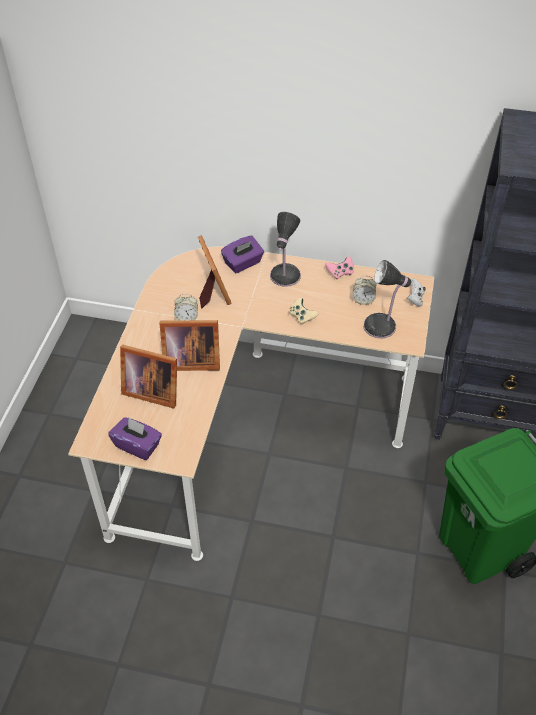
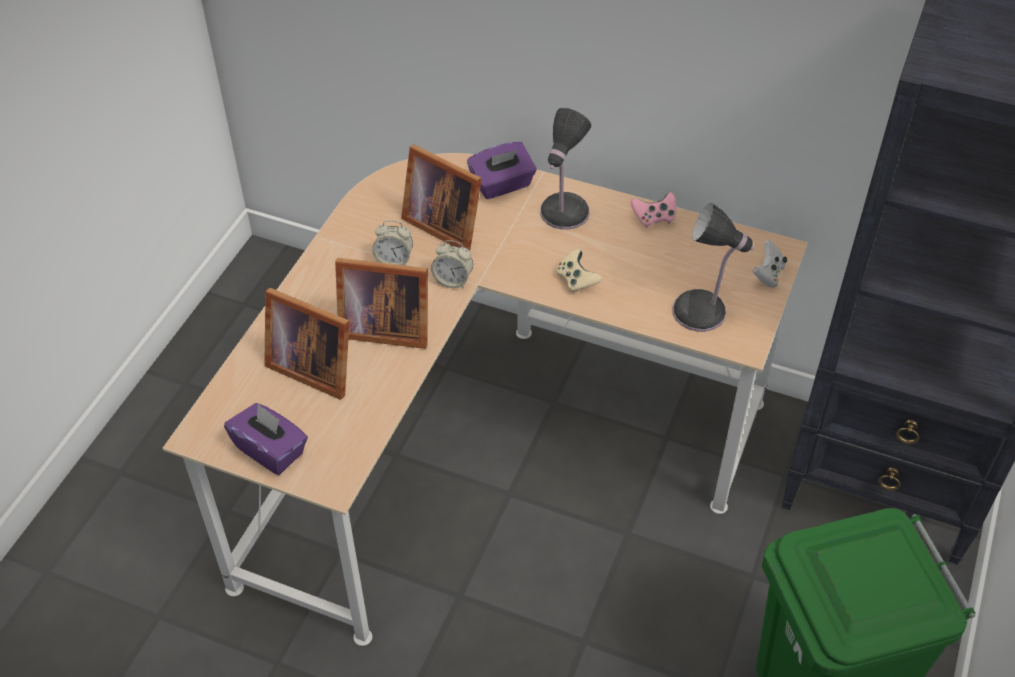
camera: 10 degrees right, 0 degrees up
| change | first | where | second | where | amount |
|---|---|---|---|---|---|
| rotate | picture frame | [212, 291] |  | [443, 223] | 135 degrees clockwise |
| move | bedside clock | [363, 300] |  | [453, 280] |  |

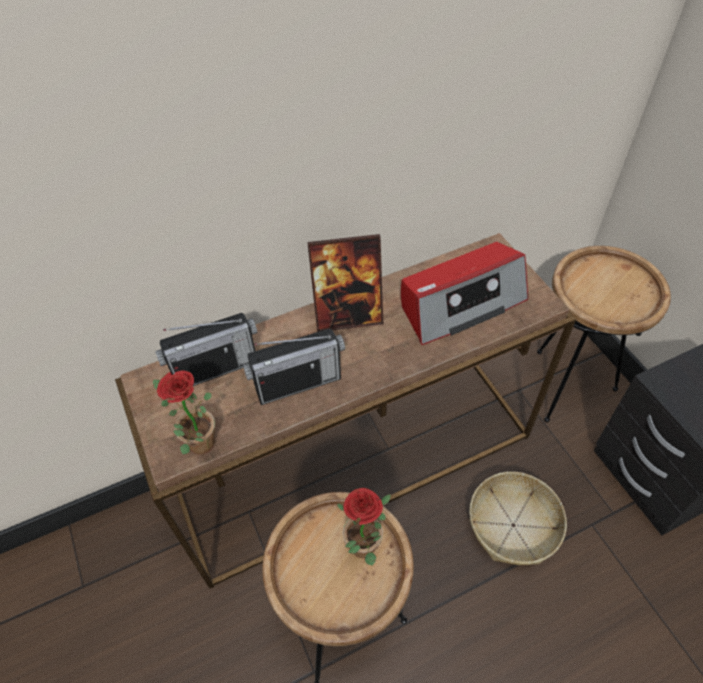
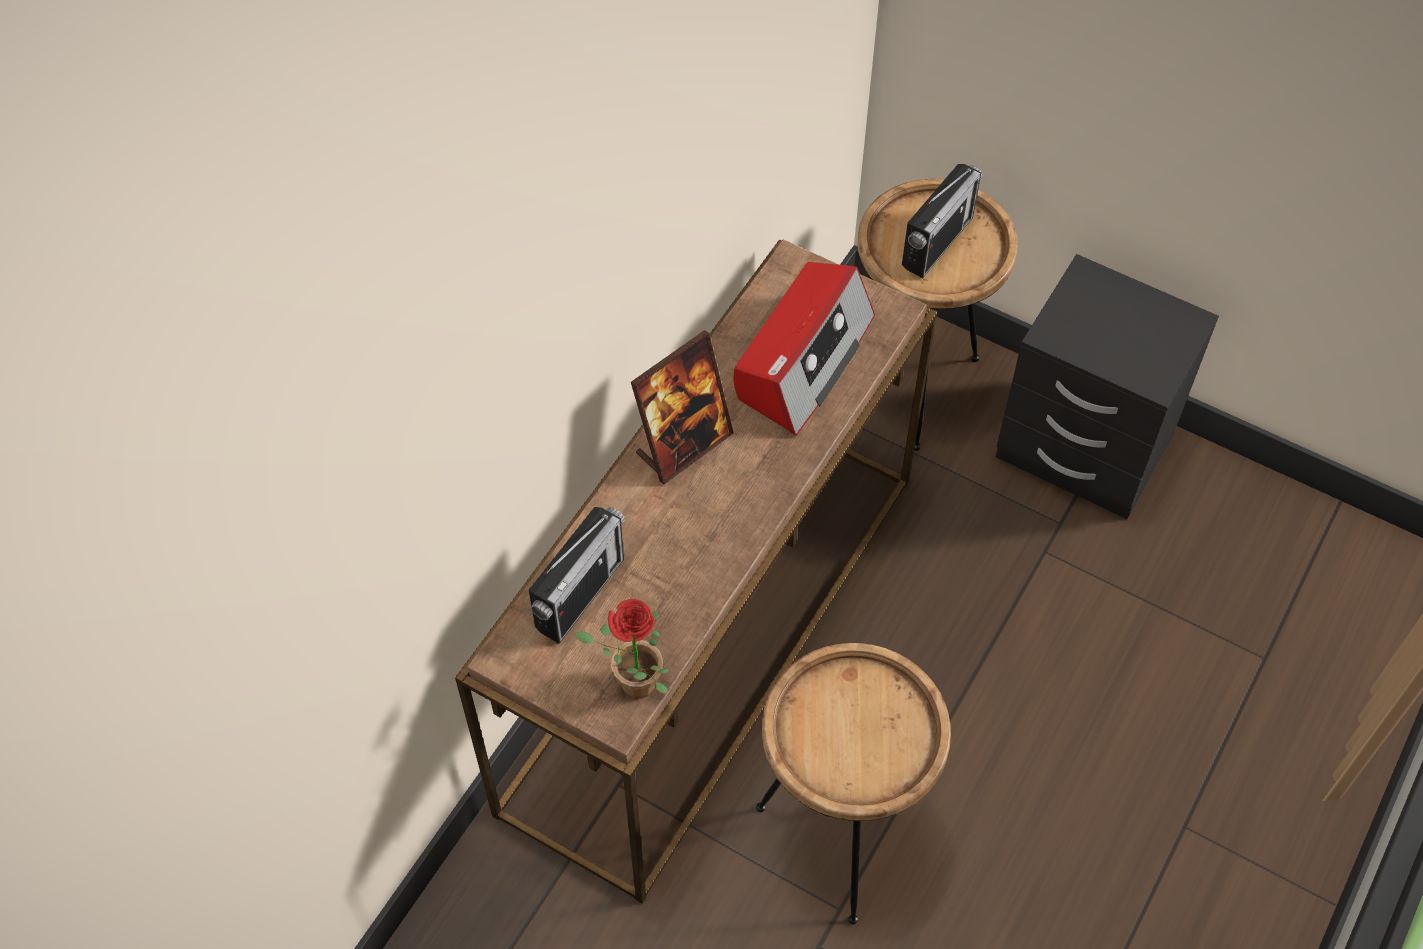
camera: 35 degrees left, 5 degrees up
| change | first | where | second | where | amount |
|---|---|---|---|---|---|
| move | radio receiver | [298, 383] |  | [937, 242] |  |
| delete | potted plant | [366, 550] |  |  |  |
| delete | household basket | [512, 525] |  |  |  |

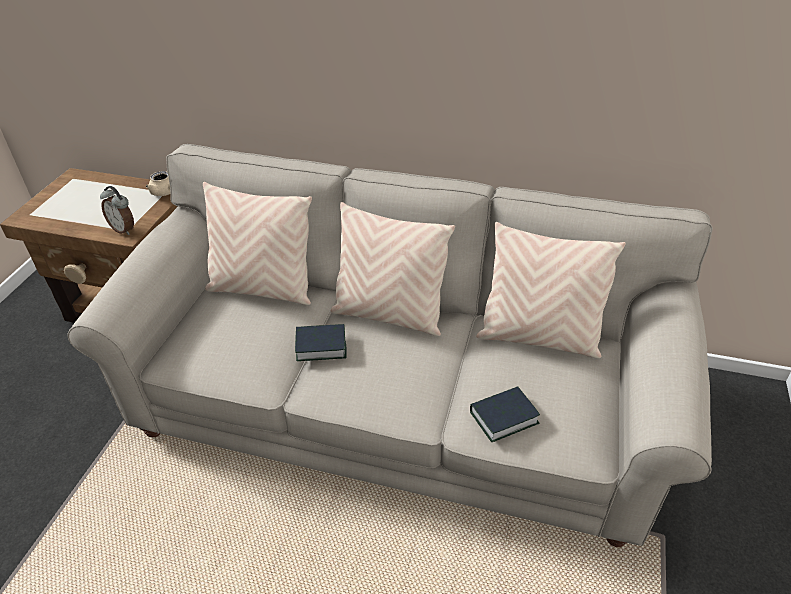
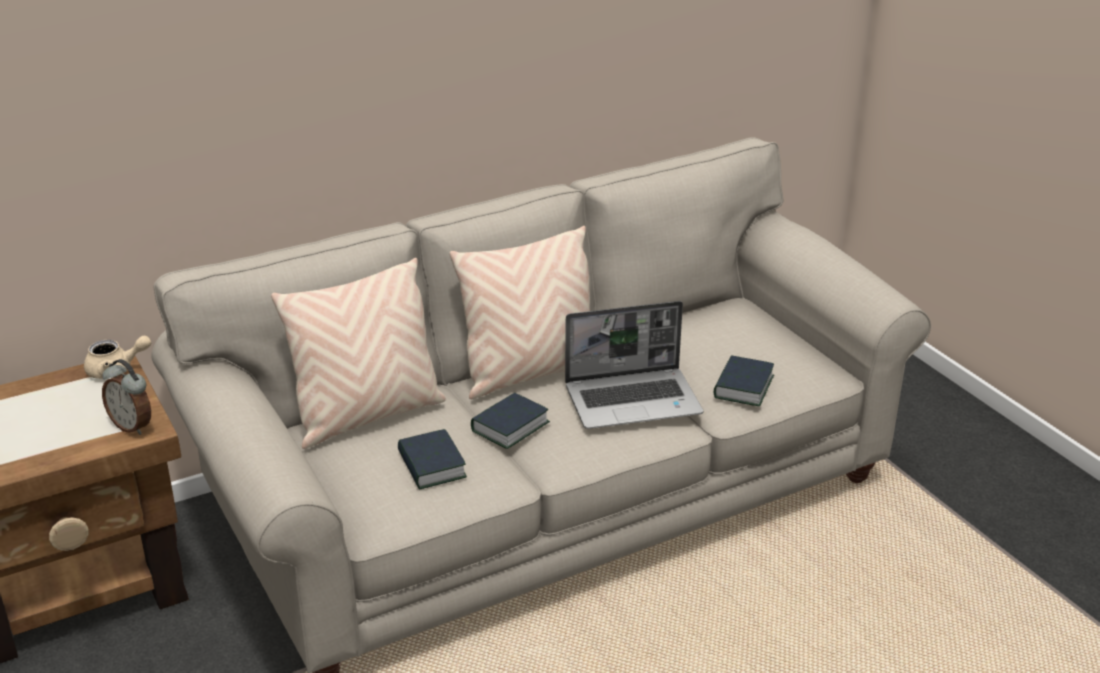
camera: 45 degrees left, 10 degrees down
| change | first | where | second | where | amount |
|---|---|---|---|---|---|
| rotate | bedside clock | [124, 229] |  | [132, 426] | 45 degrees clockwise |
| insert |  |  | volume | [431, 466] |  |
| insert |  |  | notebook computer | [634, 400] |  |
| delete | throw pillow/beige | [538, 338] |  |  |  |

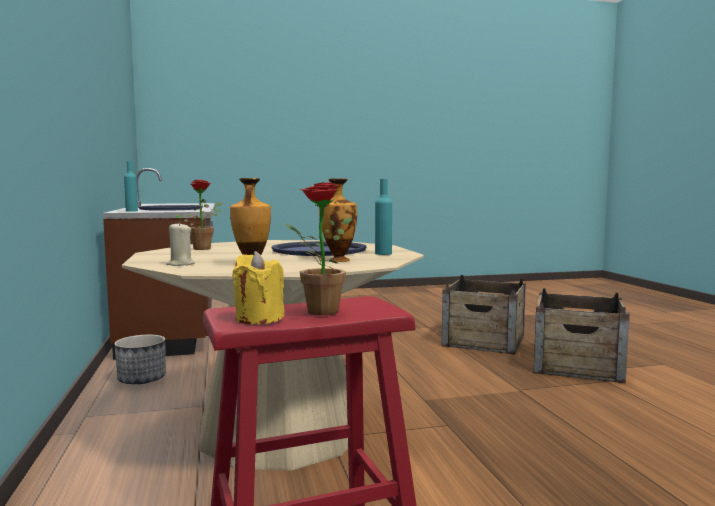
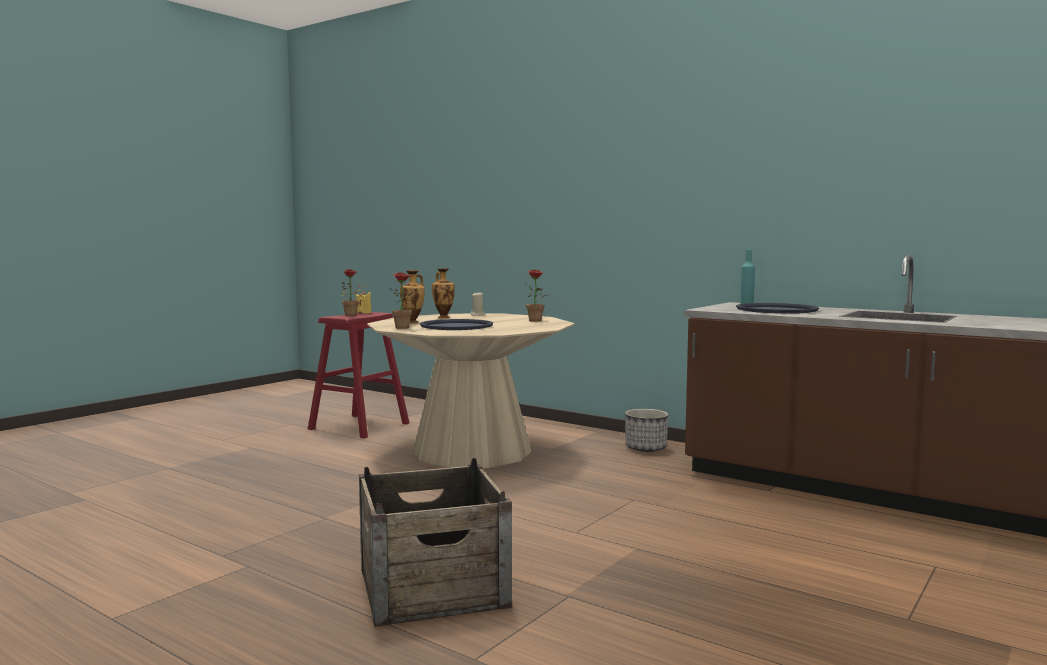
camera: 140 degrees right, 0 degrees up
| change | first | where | second | where | amount |
|---|---|---|---|---|---|
| replace | bottle/turquoise | [383, 253] | potted plant | [404, 328] |  |
| delete | shipping crate | [577, 365] |  |  |  |

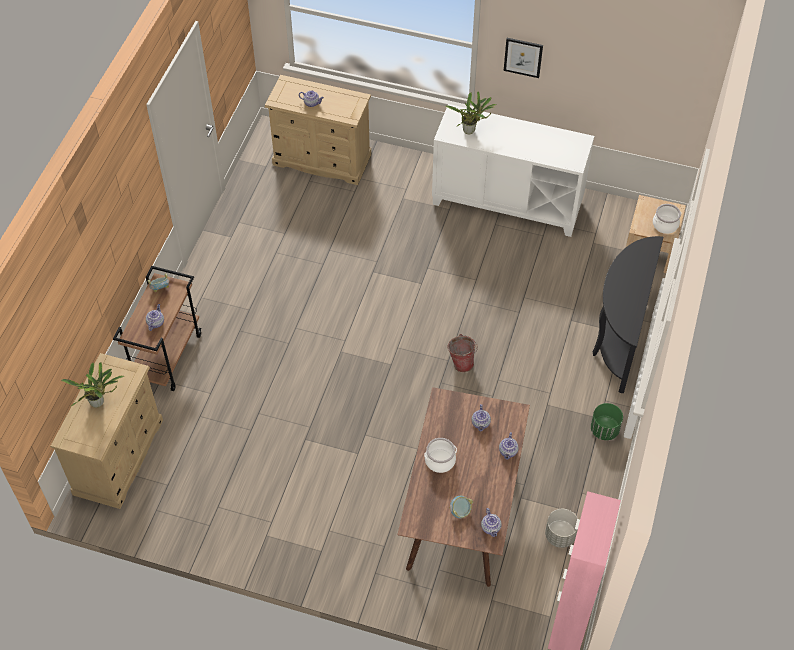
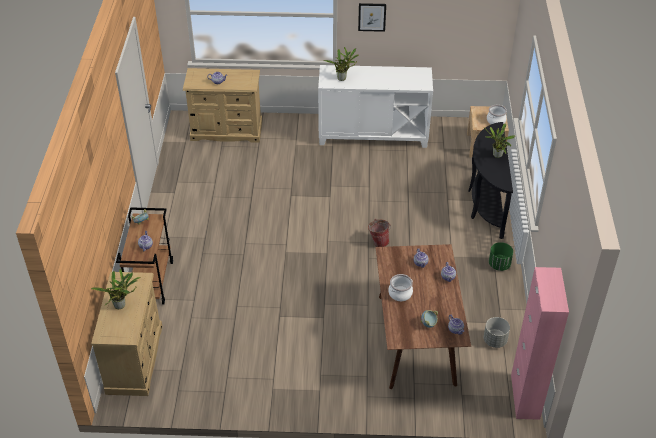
camera: 15 degrees left, 10 degrees down
| change | first | where | second | where | amount |
|---|---|---|---|---|---|
| insert |  |  | potted plant | [497, 156] |  |

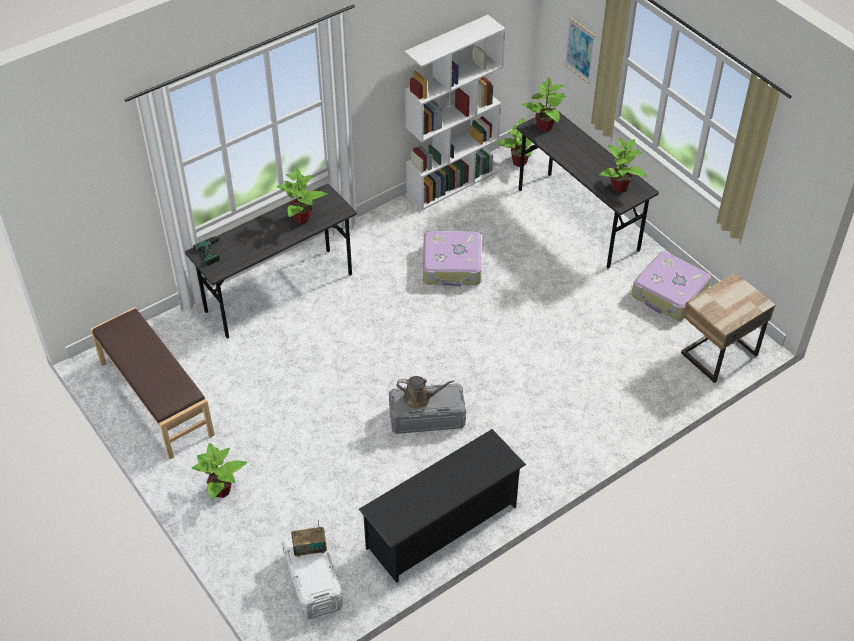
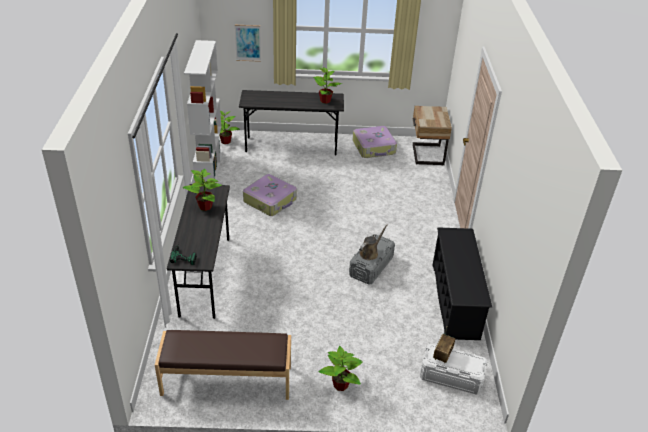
camera: 55 degrees left, 10 degrees down
| change | first | where | second | where | amount |
|---|---|---|---|---|---|
| delete | potted plant | [544, 126] |  |  |  |

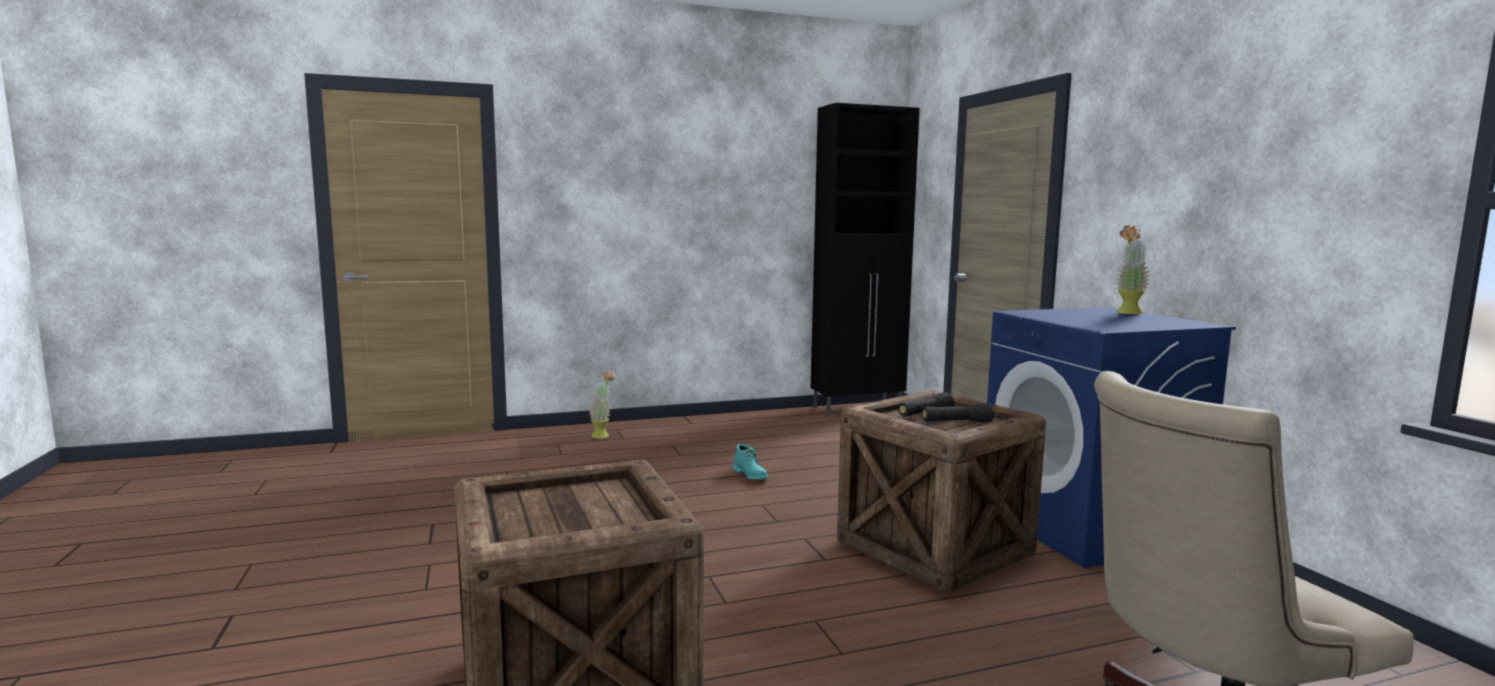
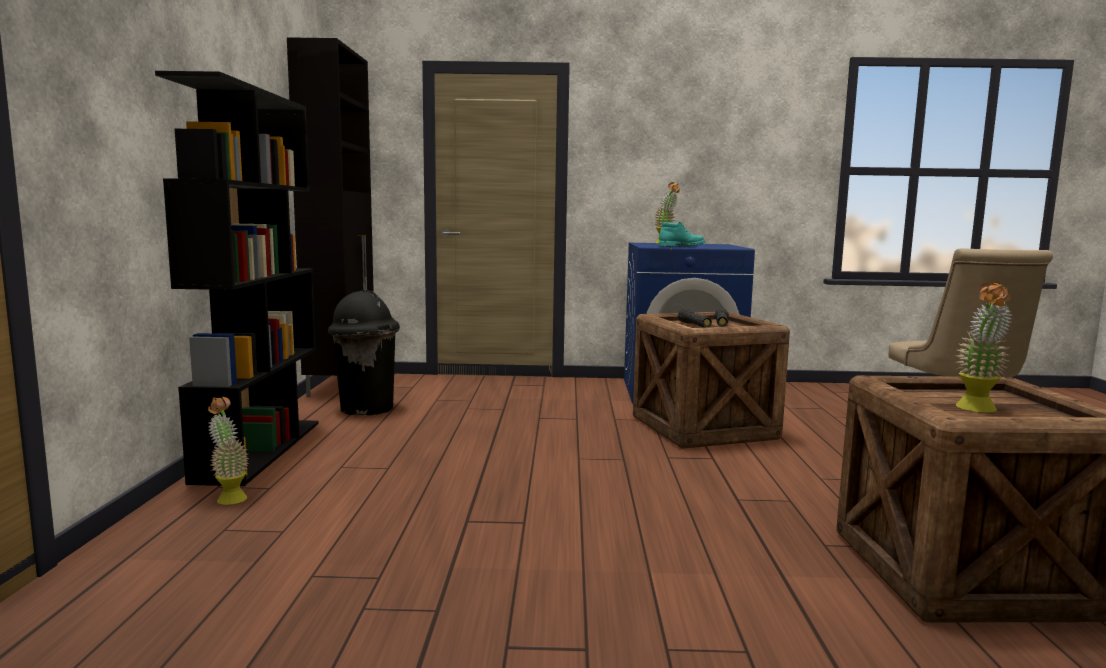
camera: 70 degrees left, 0 degrees up
| change | first | where | second | where | amount |
|---|---|---|---|---|---|
| insert |  |  | shelving unit/black-coloured | [259, 450] |  |
| insert |  |  | trash can/black-coloured | [366, 409] |  |
| move | tall boot/turquoise | [751, 475] |  | [681, 246] |  |
| insert |  |  | potted plant | [977, 410] |  |

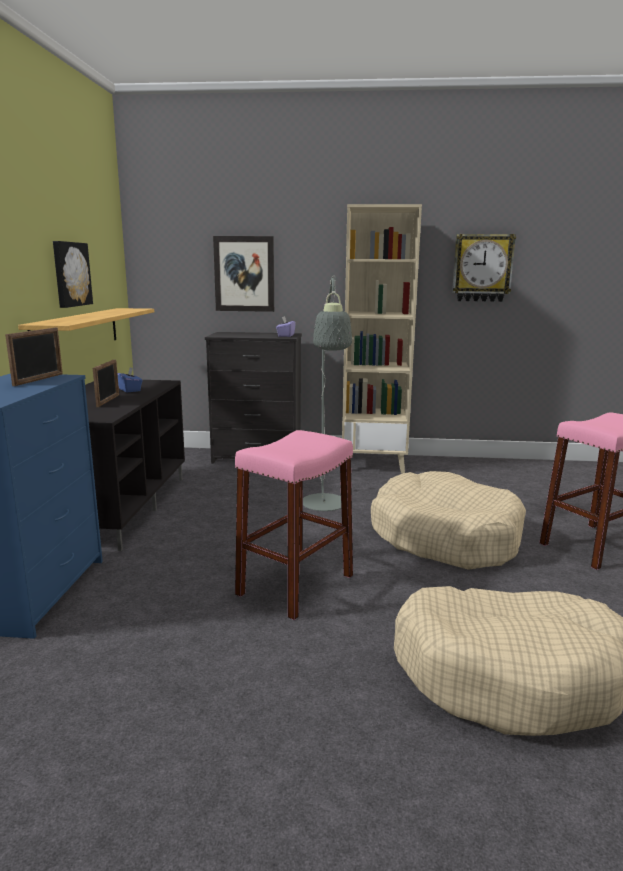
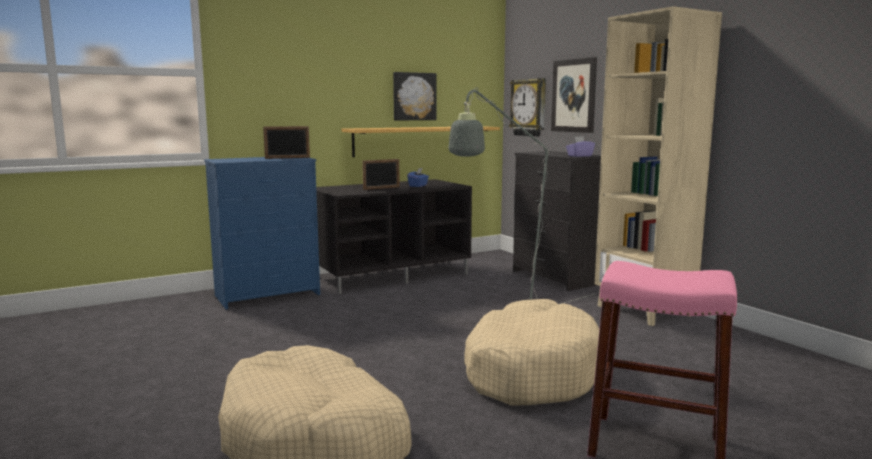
camera: 55 degrees right, 5 degrees down
| change | first | where | second | where | amount |
|---|---|---|---|---|---|
| move | wall clock | [482, 268] |  | [529, 107] |  |
| delete | stool/pinkish | [295, 585] |  |  |  |

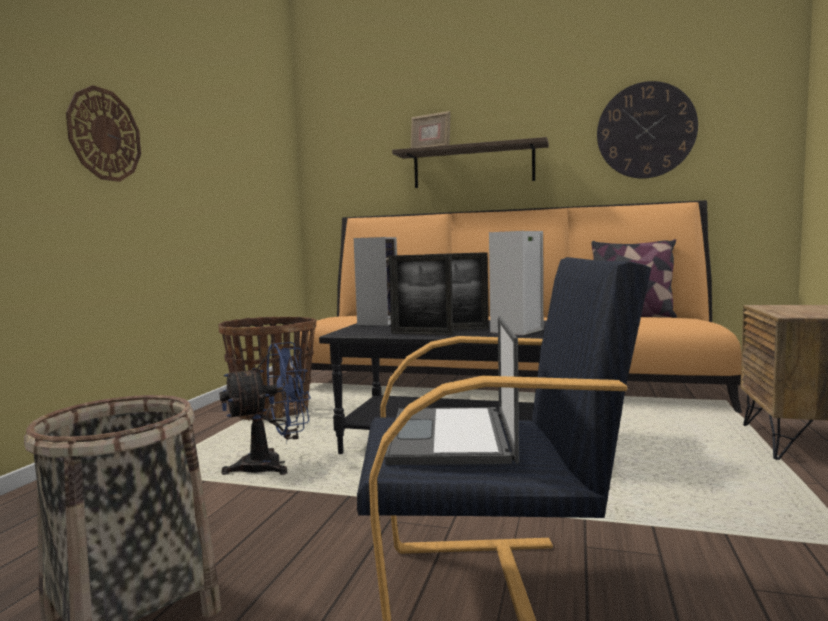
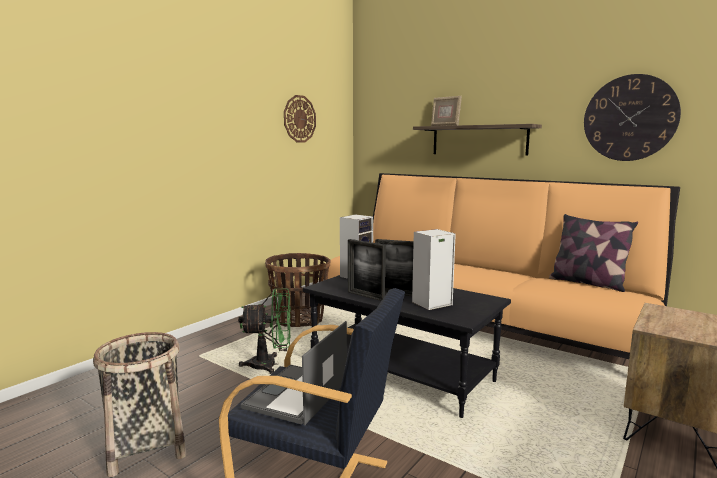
camera: 20 degrees right, 5 degrees up
| change | first | where | second | where | amount |
|---|---|---|---|---|---|
| recolor | fan/bluish | [272, 465] | fan/green | [270, 365] |  |
| move | wall clock | [104, 135] |  | [299, 119] |  |

